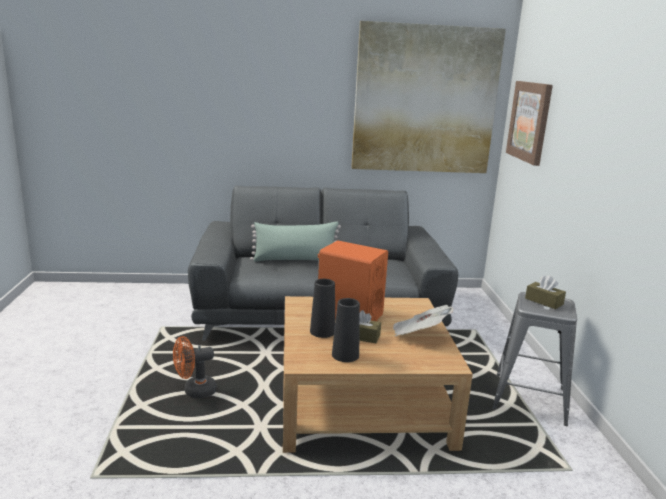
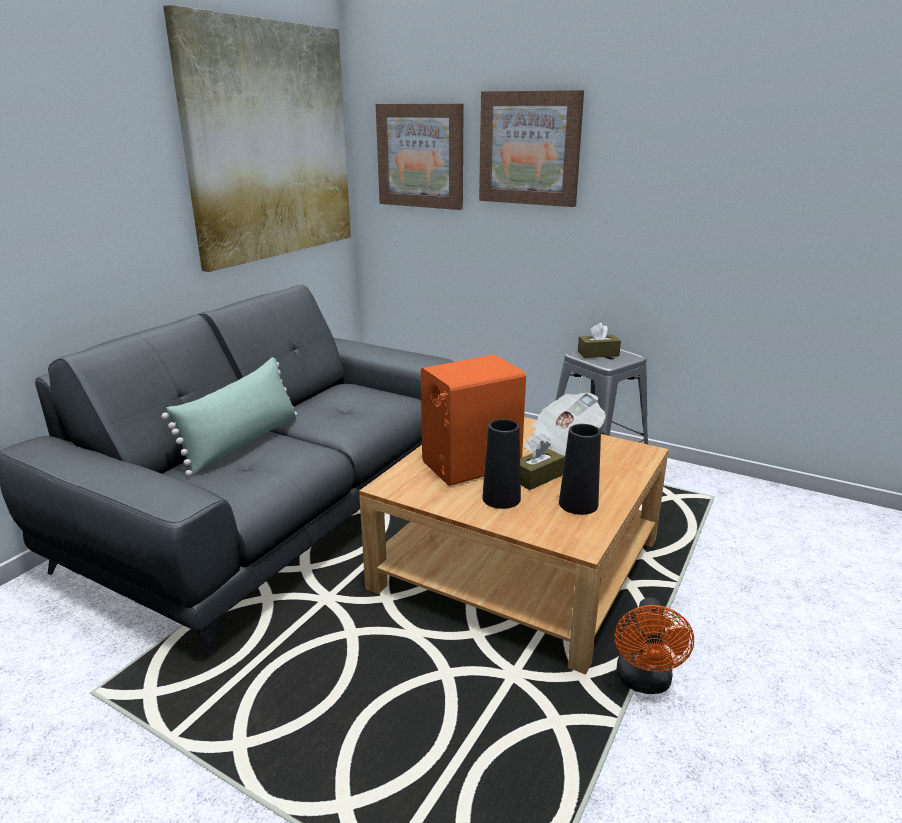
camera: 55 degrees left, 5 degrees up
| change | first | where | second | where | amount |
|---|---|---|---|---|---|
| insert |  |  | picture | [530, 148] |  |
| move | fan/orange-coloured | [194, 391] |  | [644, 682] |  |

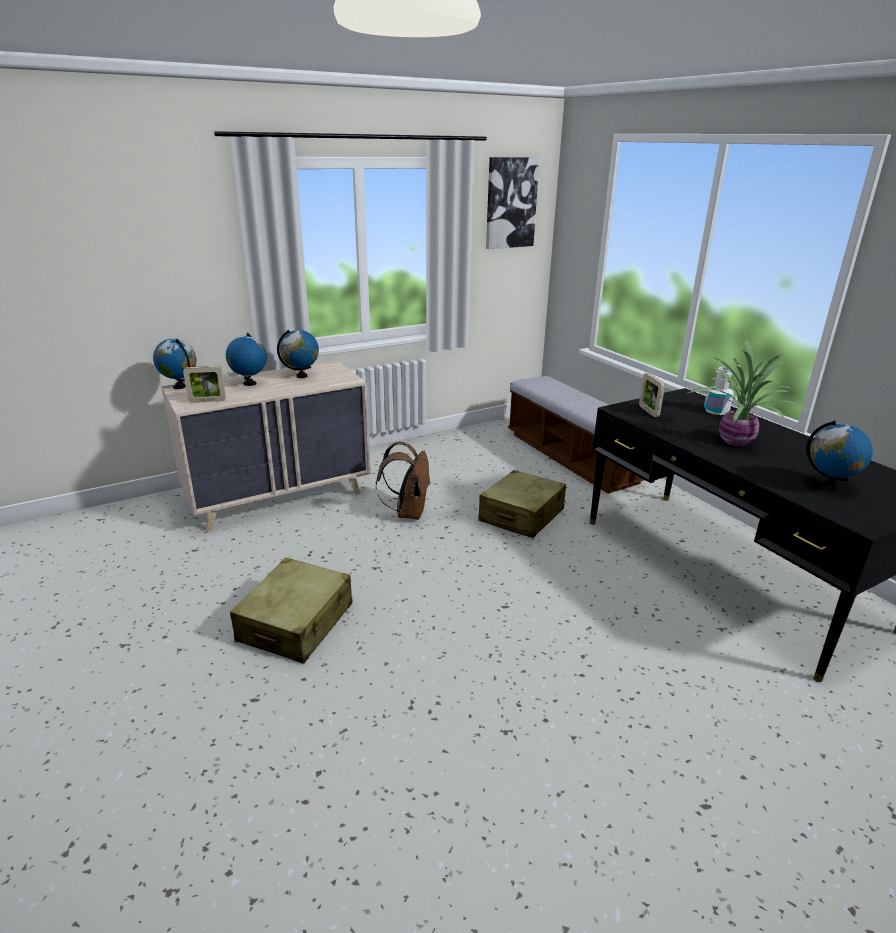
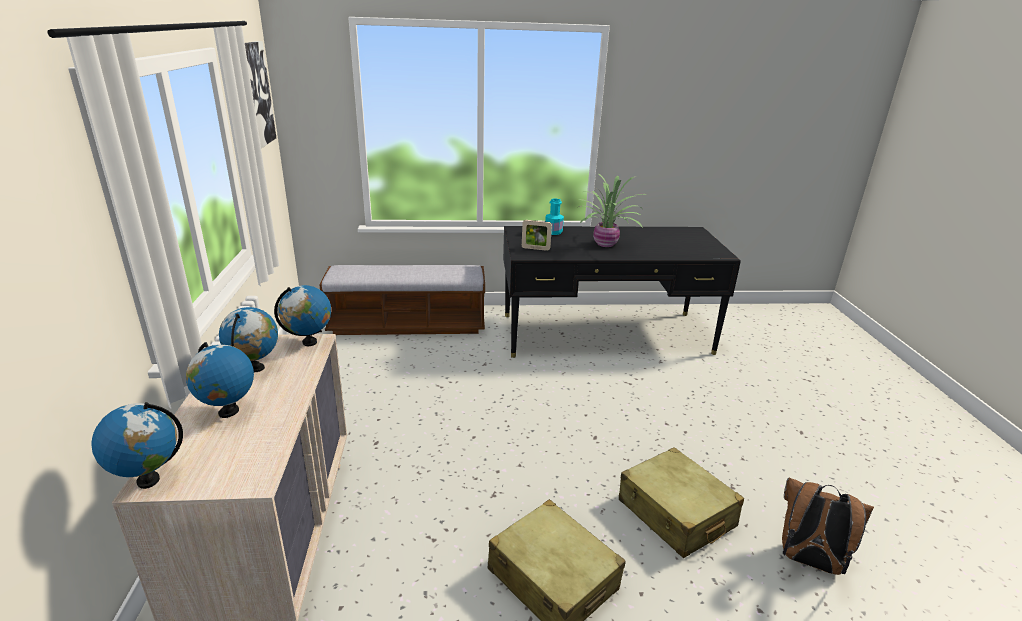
camera: 65 degrees left, 0 degrees up
| change | first | where | second | where | amount |
|---|---|---|---|---|---|
| move | desk globe | [829, 486] |  | [309, 342] |  |
| recolor | bottle/whitish | [716, 411] | bottle/turquoise | [553, 232] |  |
| move | suitcase/beige | [521, 516] |  | [676, 514] |  |
| move | rucksack/brown-coloured | [408, 512] |  | [808, 561] |  |
| delete | picture frame | [207, 401] |  |  |  |

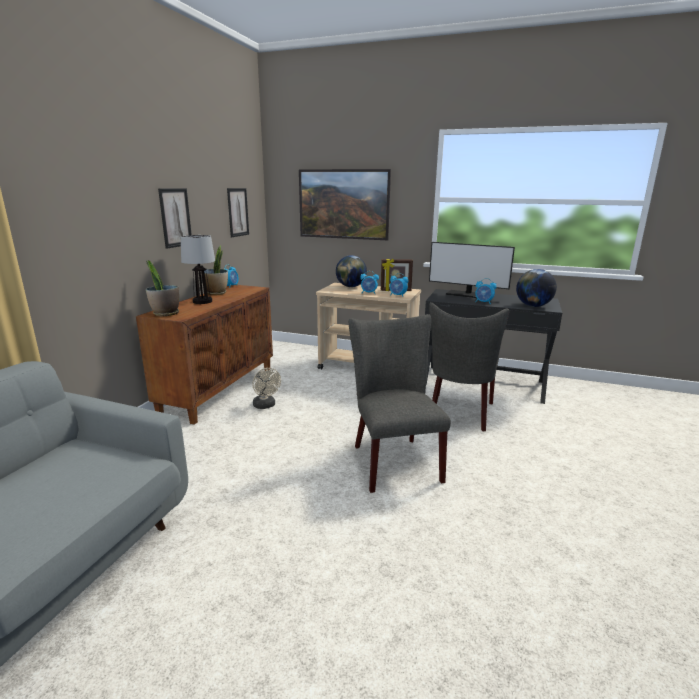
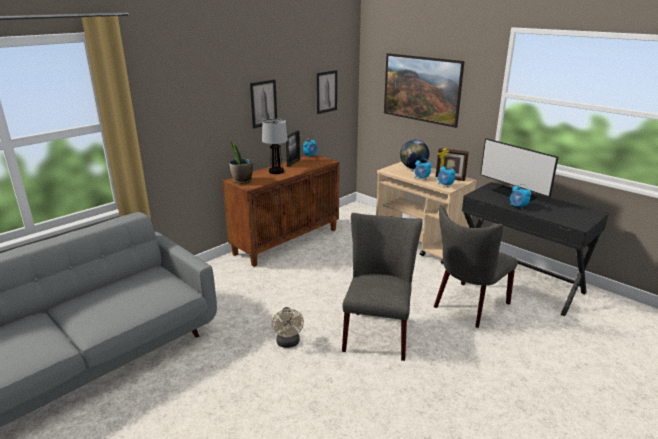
camera: 25 degrees right, 5 degrees up
| change | first | where | second | where | amount |
|---|---|---|---|---|---|
| move | fan/beige | [265, 406] |  | [288, 343] |  |
| replace | potted plant | [216, 293] | picture frame | [293, 163] |  |
| delete | desk globe | [533, 306] |  |  |  |

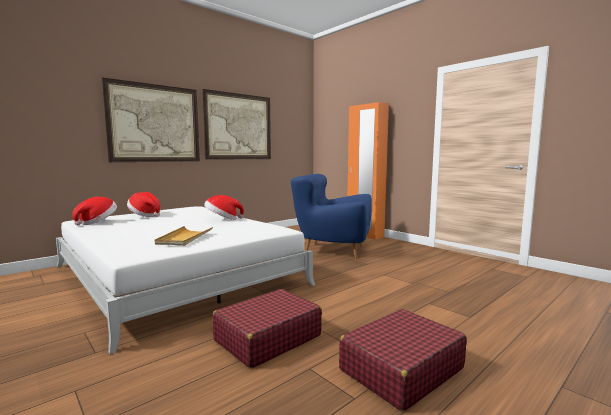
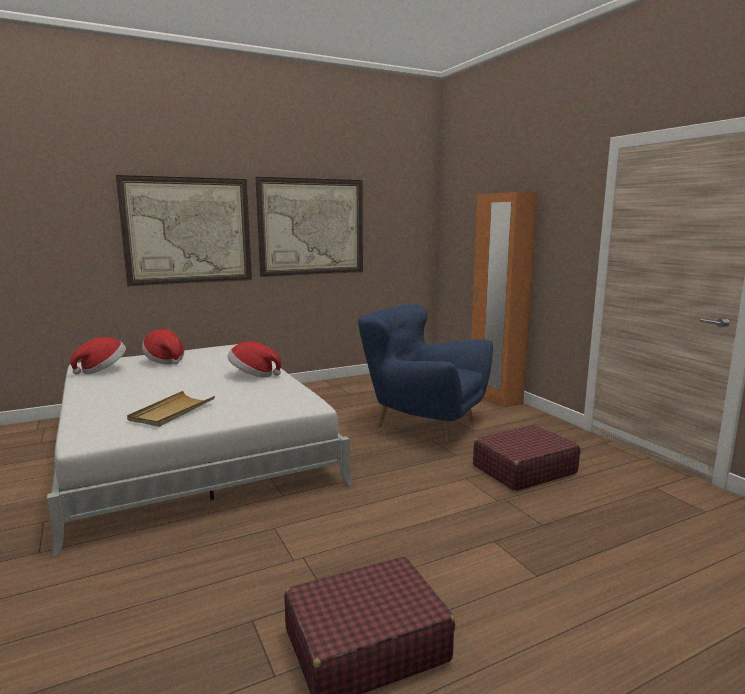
camera: 15 degrees right, 5 degrees up
| change | first | where | second | where | amount |
|---|---|---|---|---|---|
| move | suitcase/red | [267, 338] |  | [524, 469] |  |

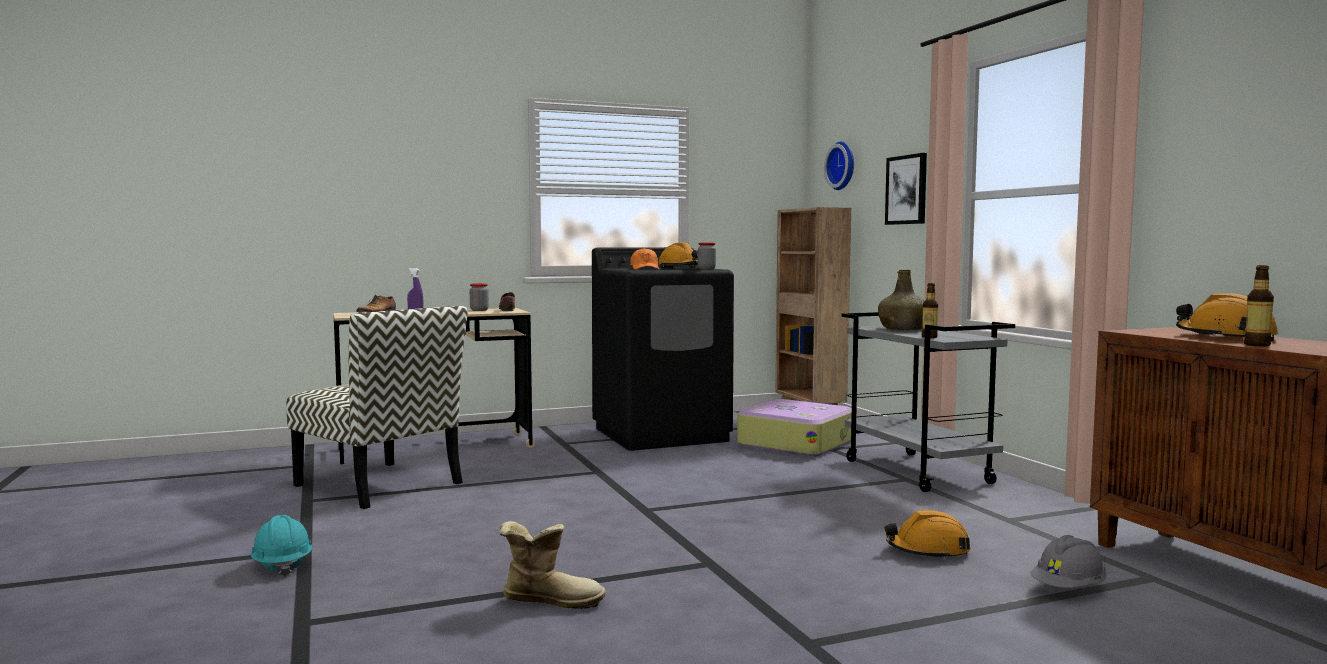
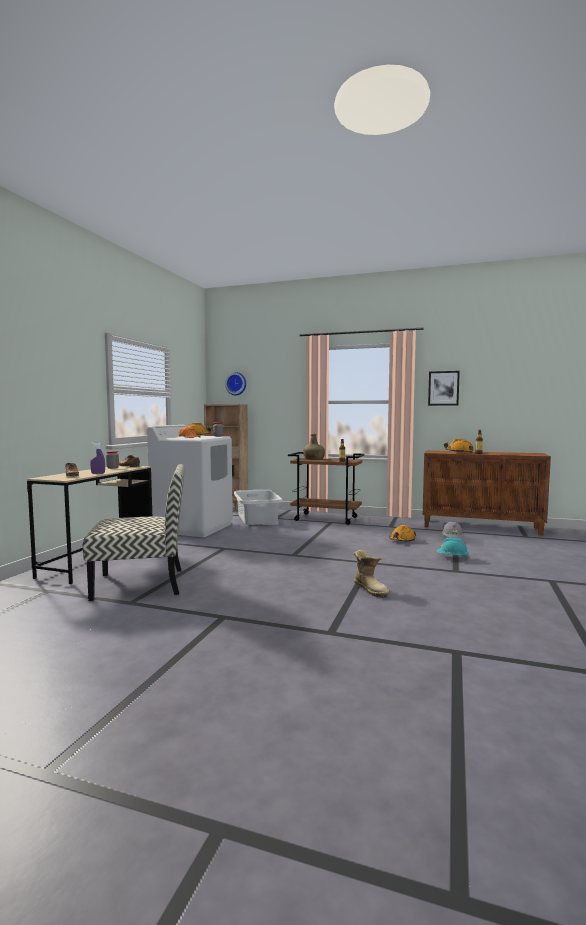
camera: 50 degrees left, 0 degrees up
| change | first | where | second | where | amount |
|---|---|---|---|---|---|
| recolor | washing machine/black-coloured | [661, 434] | washing machine/whitish | [193, 528] |  |
| replace | suitcase | [795, 443] | laundry basket/greyish | [256, 519] |  |
| recolor | cart/greyish | [919, 472] | cart/brown-coloured | [326, 519] |  |
| rotate | tall boot | [551, 600] |  | [371, 589] | 105 degrees clockwise |
| move | picture | [907, 190] |  | [443, 388] |  |
| move | work helmet/turquoise | [282, 565] |  | [452, 557] |  |

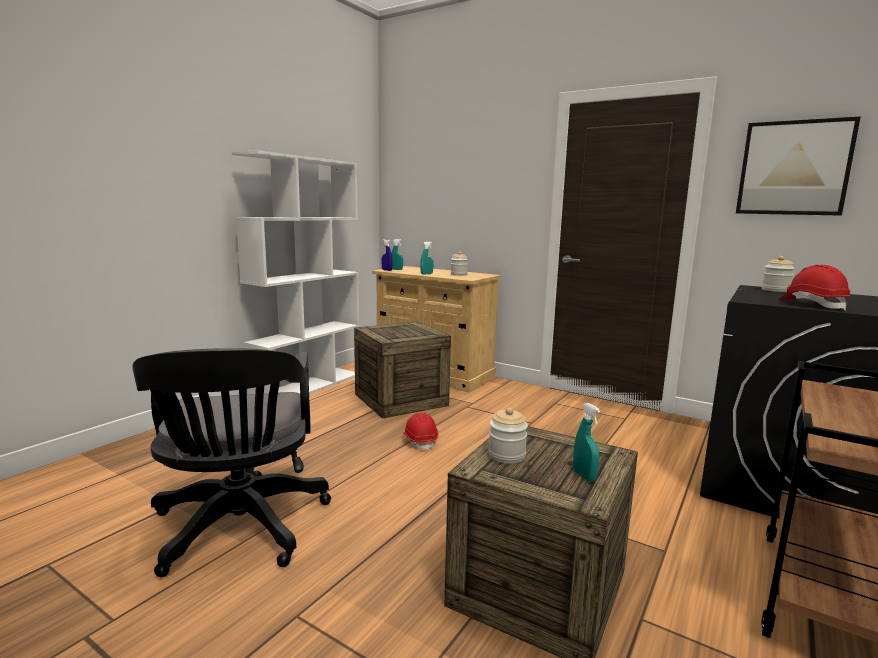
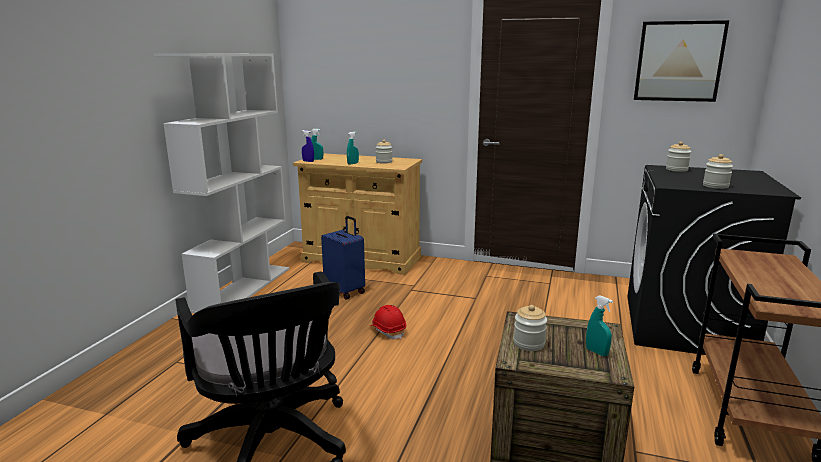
camera: 15 degrees left, 5 degrees up
| change | first | where | second | where | amount |
|---|---|---|---|---|---|
| replace | shipping crate | [400, 400] | suitcase/bluish | [345, 291] |  |
| replace | work helmet/red | [812, 305] | storage jar | [715, 186] |  |

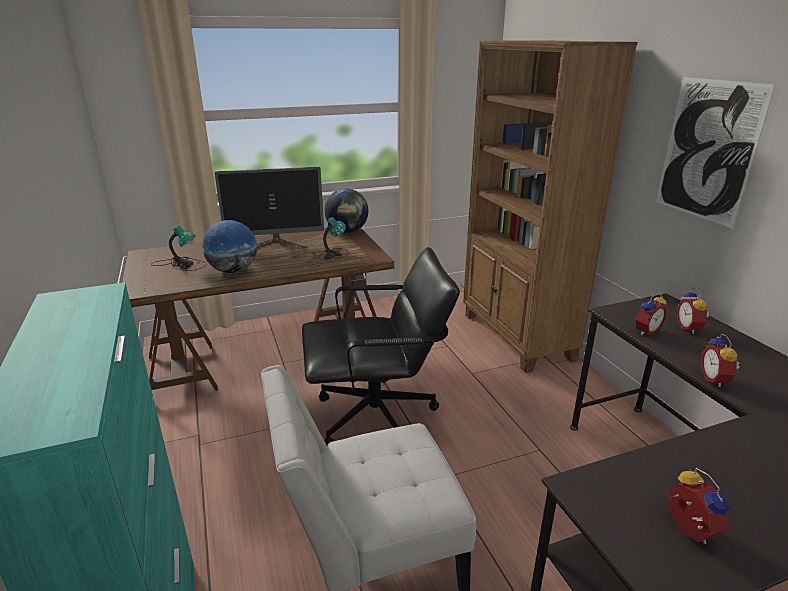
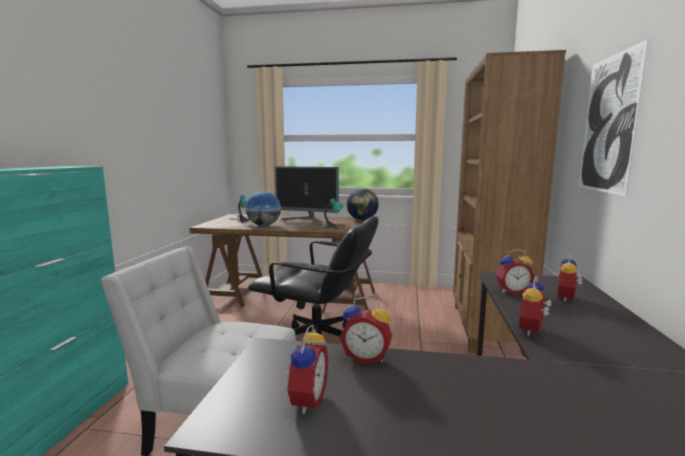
camera: 30 degrees right, 15 degrees down
| change | first | where | second | where | amount |
|---|---|---|---|---|---|
| insert |  |  | bedside clock | [366, 357] |  |

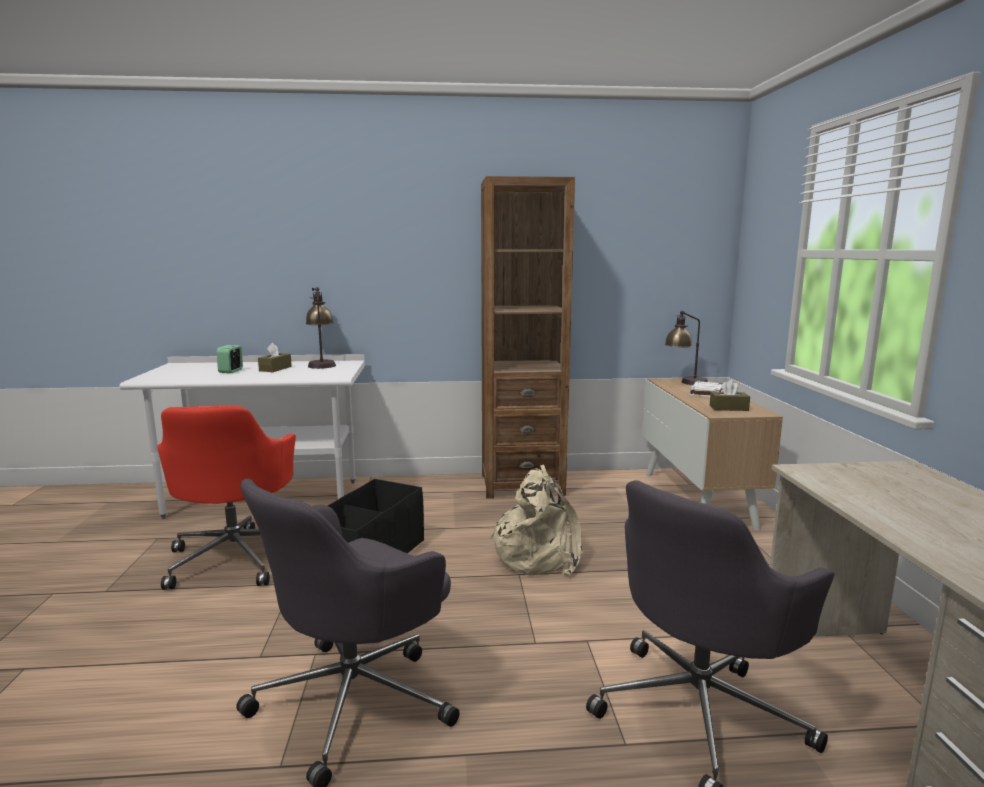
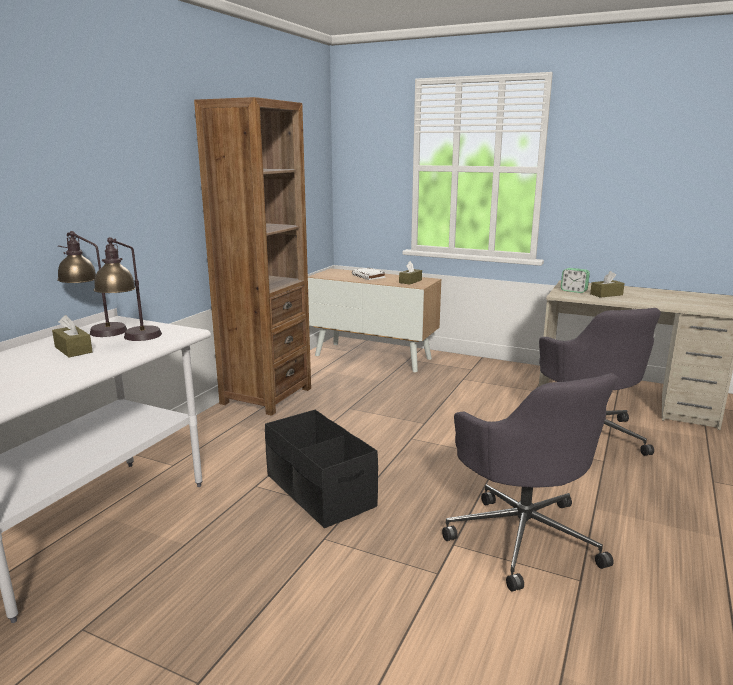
camera: 60 degrees left, 5 degrees up
| change | first | where | second | where | amount |
|---|---|---|---|---|---|
| move | lamp for a table | [685, 383] |  | [133, 339] |  |
| move | bedside clock | [231, 371] |  | [573, 291] |  |
| insert |  |  | box of tissues/brown-coloured | [606, 294] |  |
| delete | office chair/red | [237, 557] |  |  |  |
| delete | rucksack/beige | [538, 555] |  |  |  |

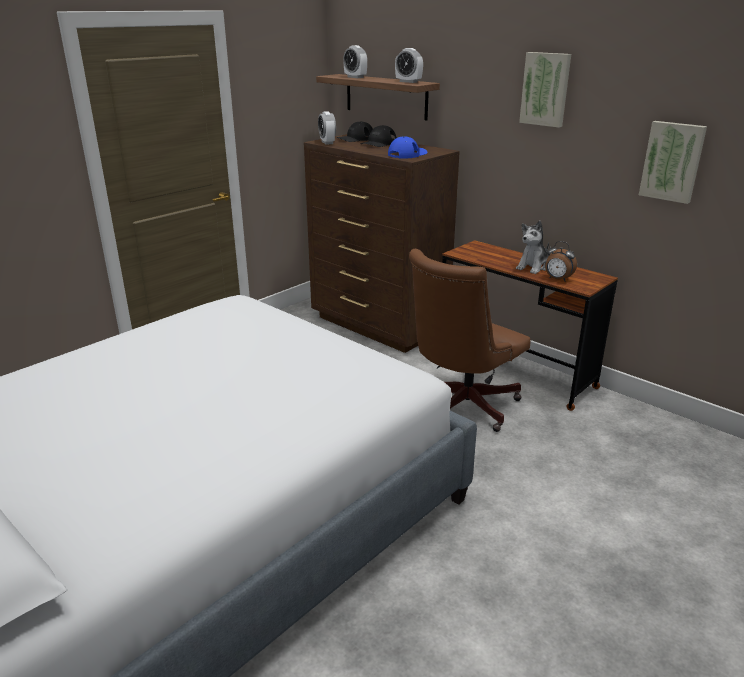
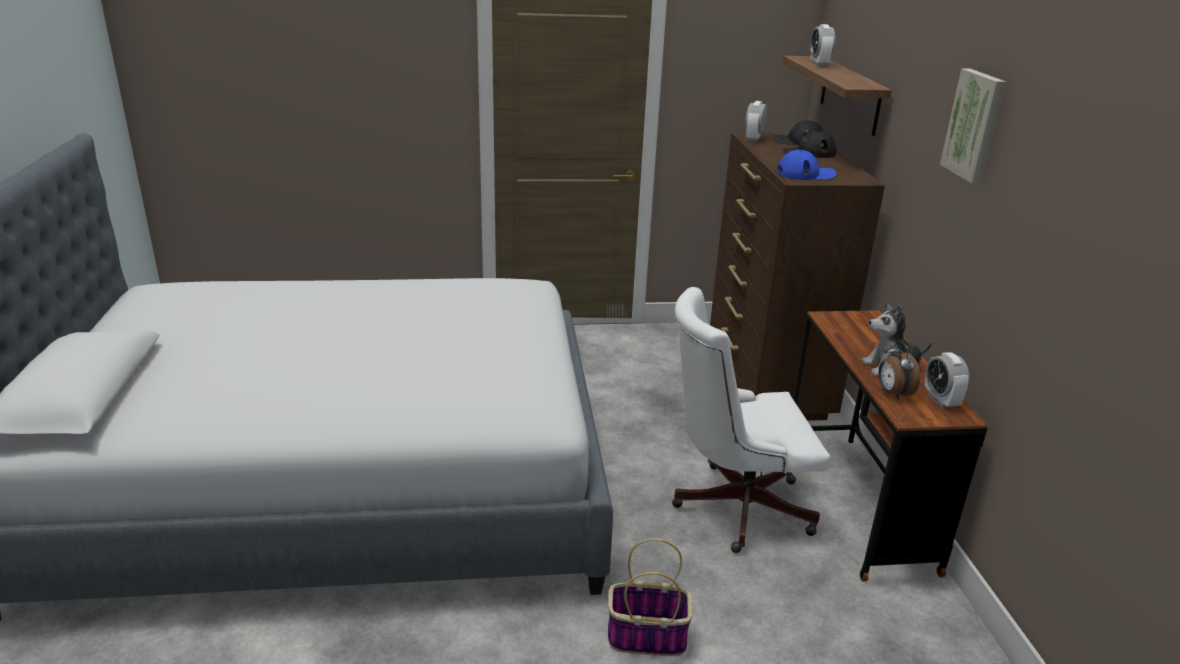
camera: 40 degrees right, 0 degrees up
| change | first | where | second | where | amount |
|---|---|---|---|---|---|
| insert |  |  | household basket | [645, 637] |  |
| recolor | office chair/brown-coloured | [460, 406] | office chair/whitish | [733, 506] |  |
| move | bedside clock | [408, 82] |  | [941, 400] |  |
| delete | picture | [672, 161] |  |  |  |

